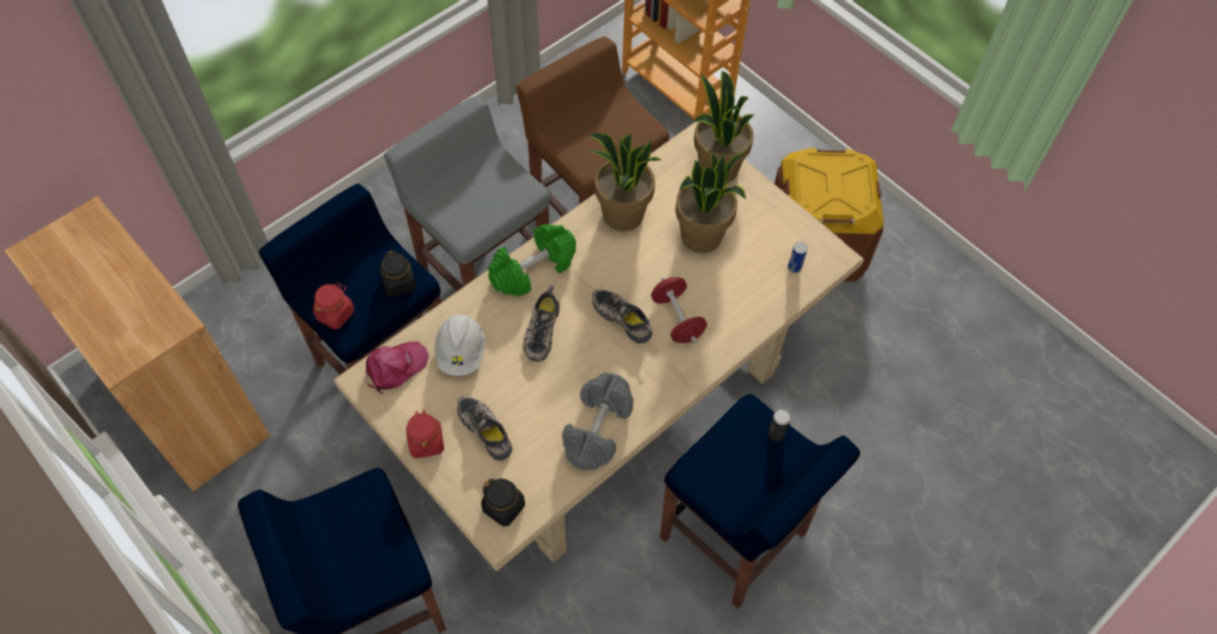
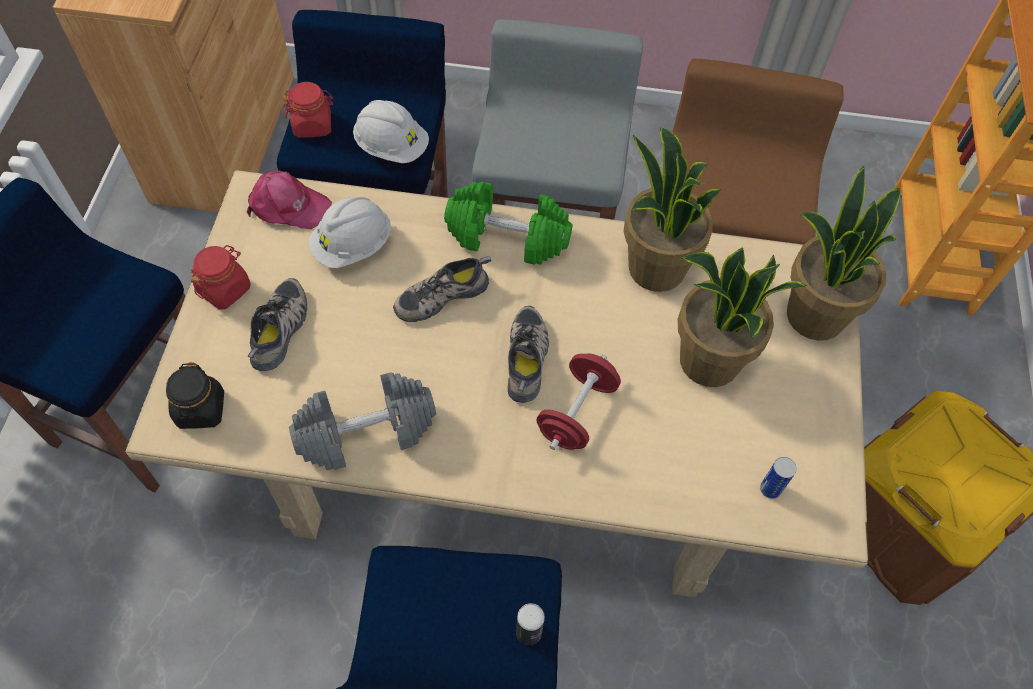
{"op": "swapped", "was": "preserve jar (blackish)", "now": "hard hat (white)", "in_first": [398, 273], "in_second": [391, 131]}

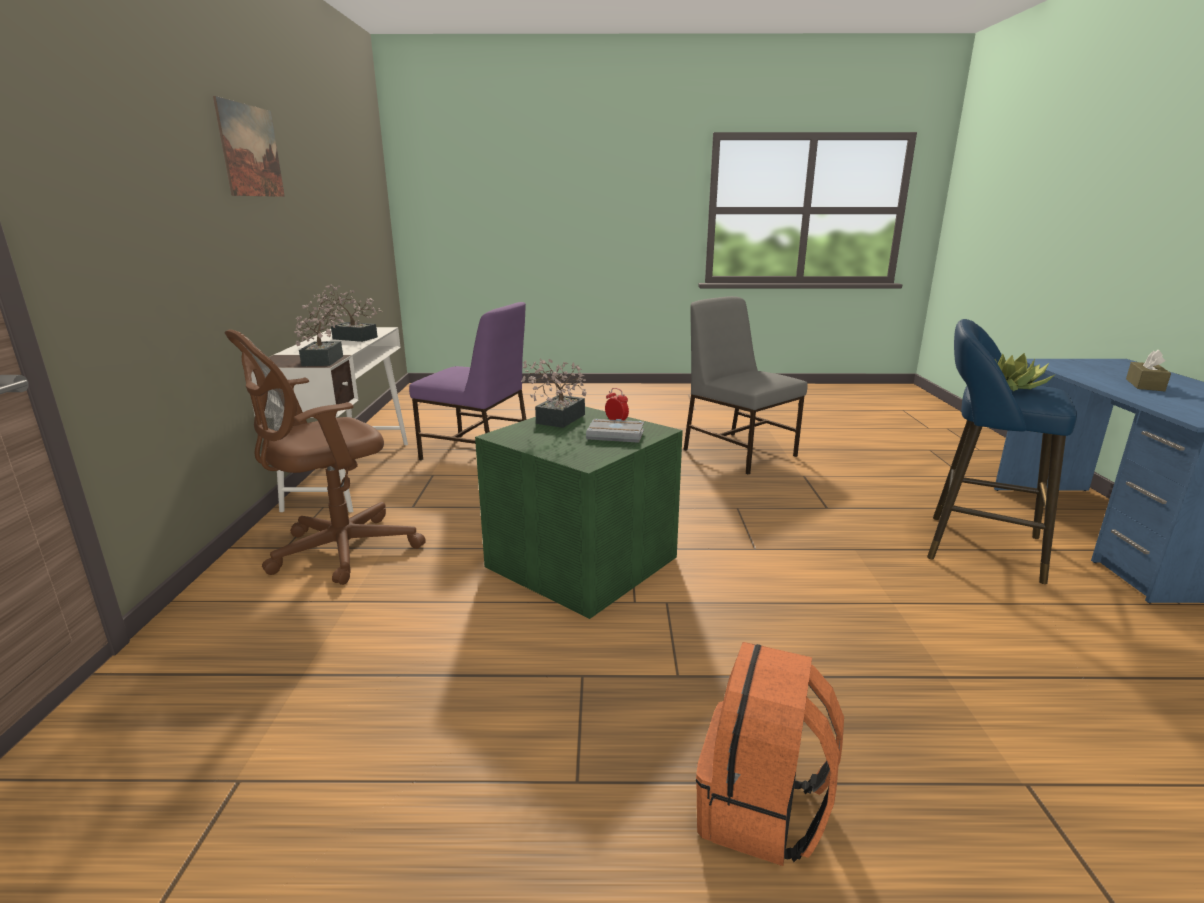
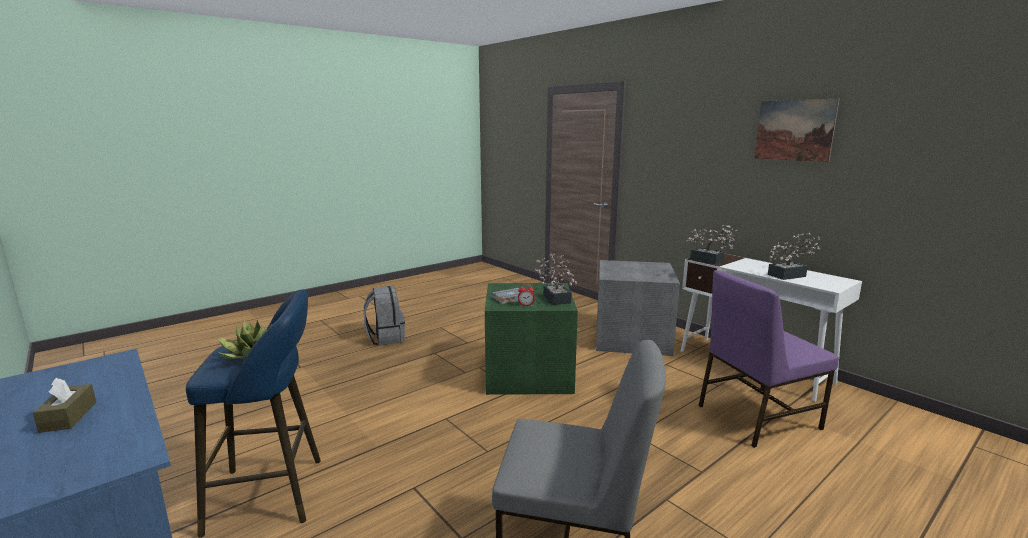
{"op": "swapped", "was": "office chair (brownish)", "now": "storage bin (gray)", "in_first": [325, 457], "in_second": [638, 308]}
{"op": "repainted", "was": "knapsack (orangey)", "now": "knapsack (gray)", "in_first": [770, 754], "in_second": [384, 316]}

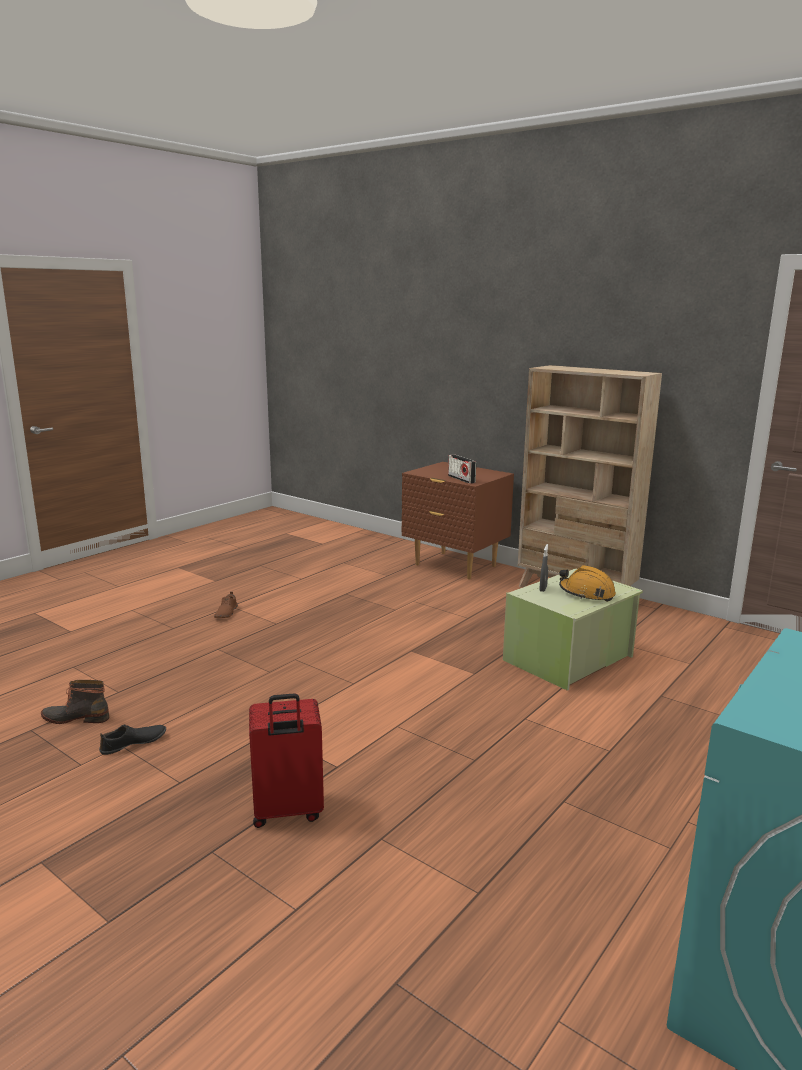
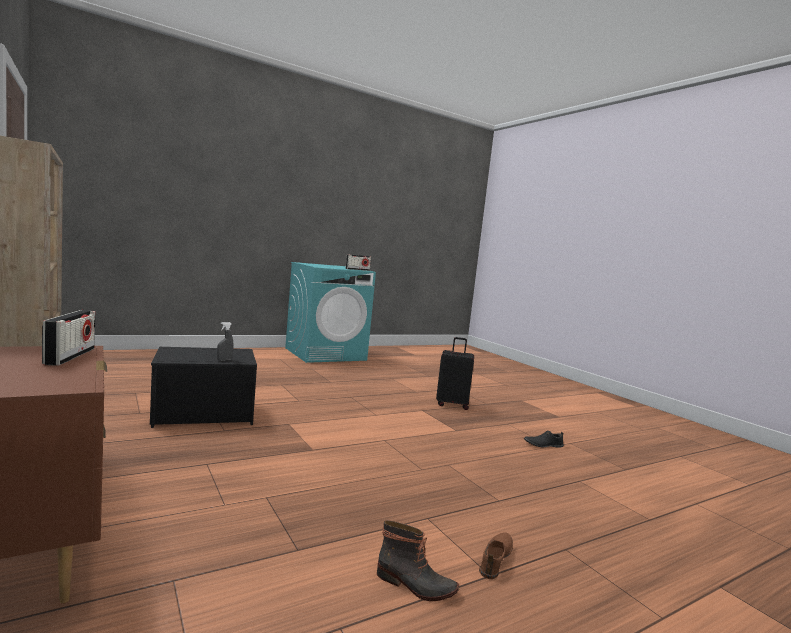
{"op": "gone", "was": "hard hat (orangey)", "in_first": [587, 583]}
{"op": "new", "now": "radio set", "in_second": [358, 262]}
{"op": "shifted", "was": "tall boot", "in_first": [75, 702], "in_second": [418, 560]}
{"op": "repainted", "was": "travel case (red)", "now": "travel case (blackish)", "in_first": [286, 760], "in_second": [455, 373]}
{"op": "repainted", "was": "storage bin (green)", "now": "storage bin (blackish)", "in_first": [573, 630], "in_second": [203, 387]}

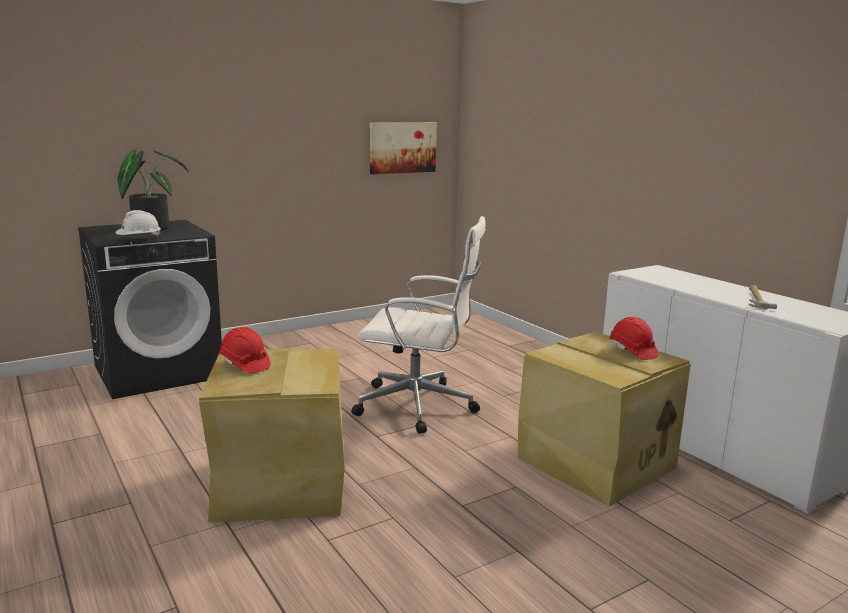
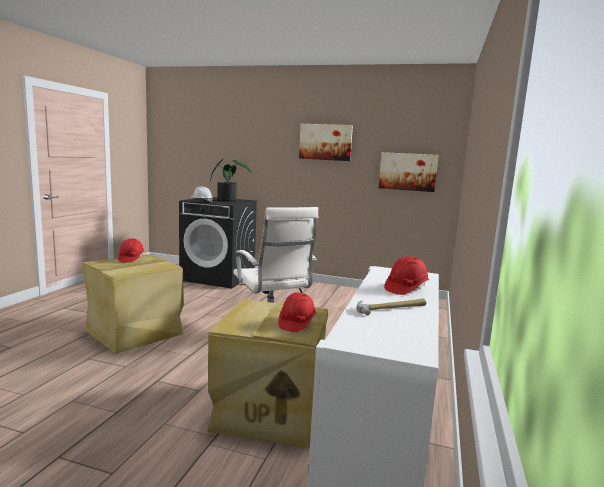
{"op": "new", "now": "wall art", "in_second": [326, 142]}
{"op": "new", "now": "hard hat (red)", "in_second": [406, 275]}

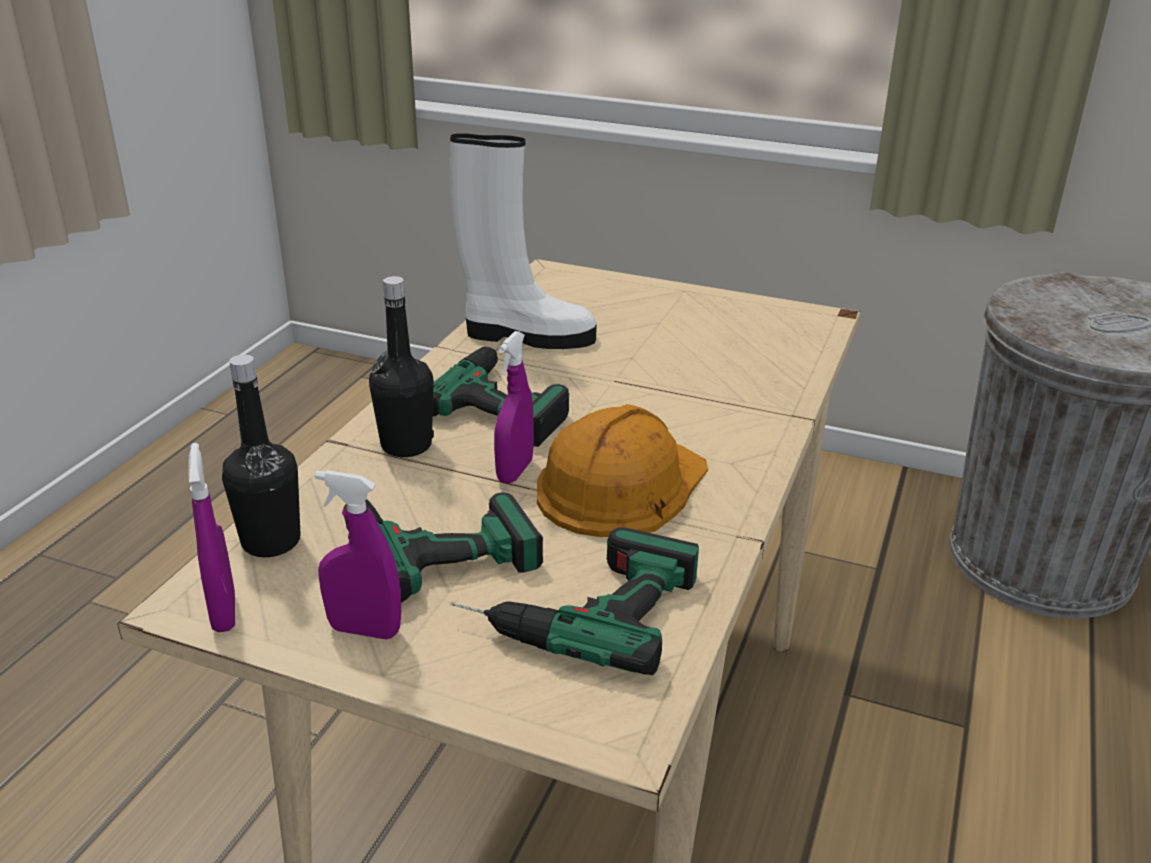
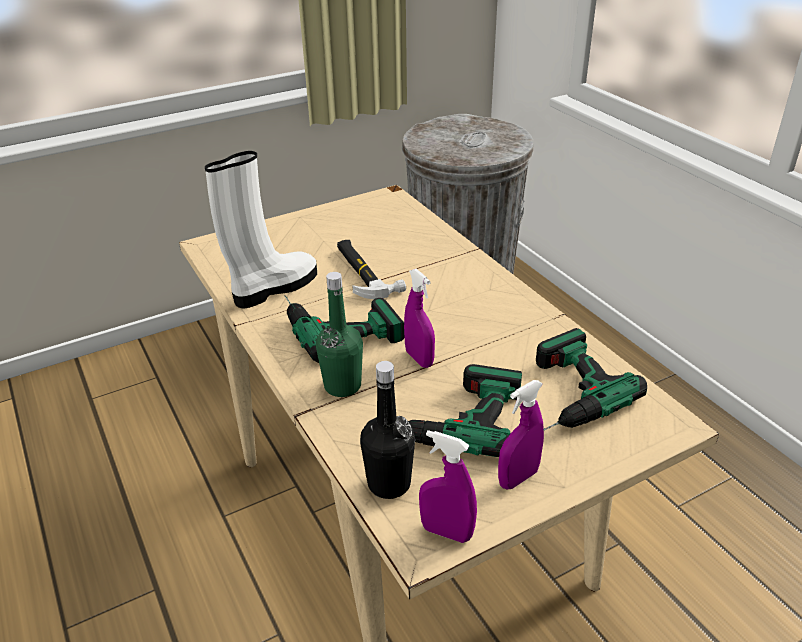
{"op": "gone", "was": "hard hat (orangey)", "in_first": [622, 470]}
{"op": "new", "now": "tool hammer", "in_second": [371, 269]}
{"op": "repainted", "was": "bottle (blackish)", "now": "bottle (green)", "in_first": [401, 366], "in_second": [339, 334]}

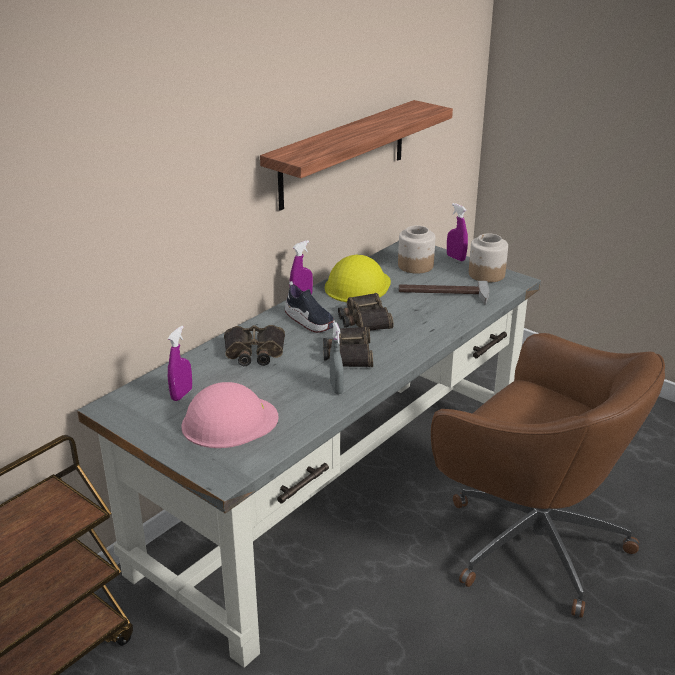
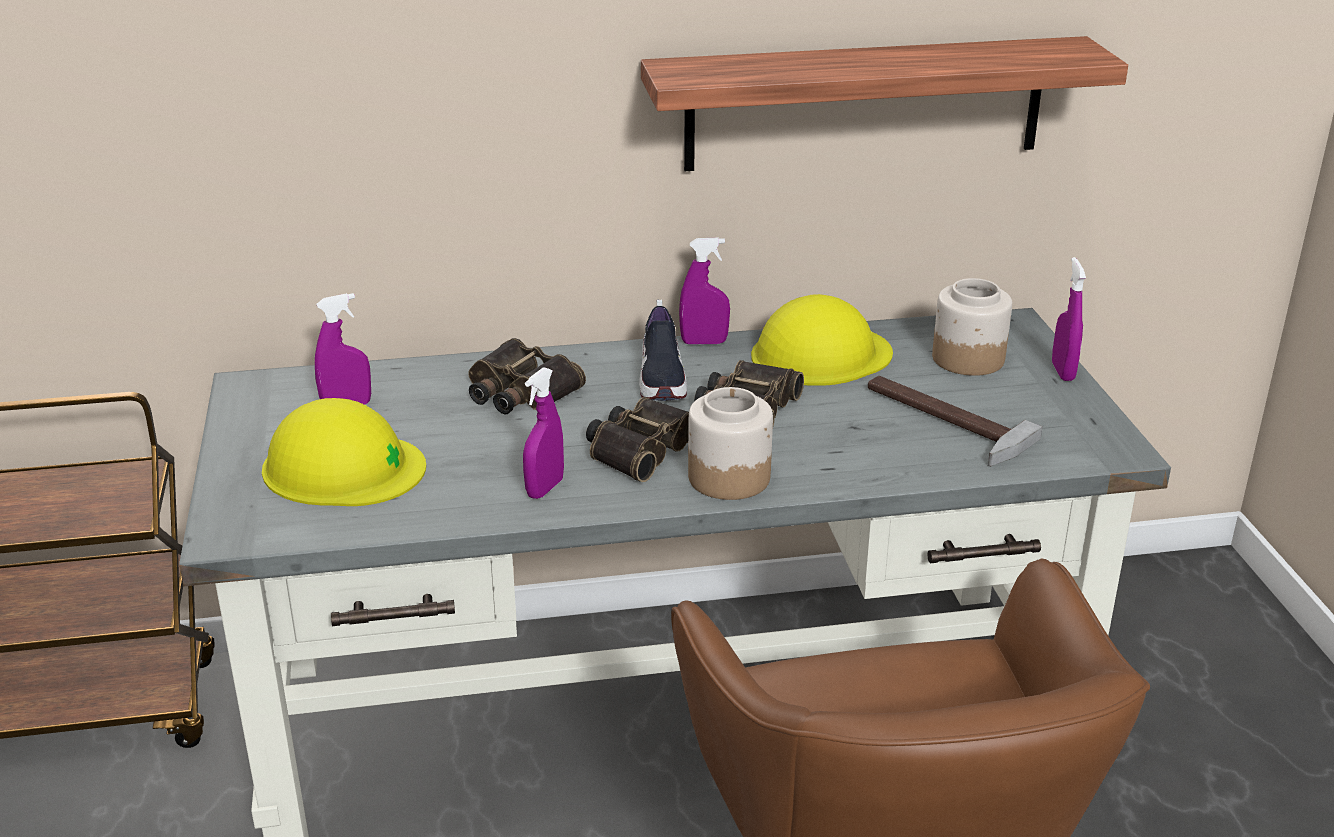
{"op": "shifted", "was": "preserve jar", "in_first": [488, 257], "in_second": [730, 443]}
{"op": "repainted", "was": "hard hat (pink-coloured)", "now": "hard hat (yellow-coloured)", "in_first": [229, 415], "in_second": [344, 452]}
{"op": "repainted", "was": "sprayer (gray)", "now": "sprayer (purple)", "in_first": [337, 358], "in_second": [543, 433]}

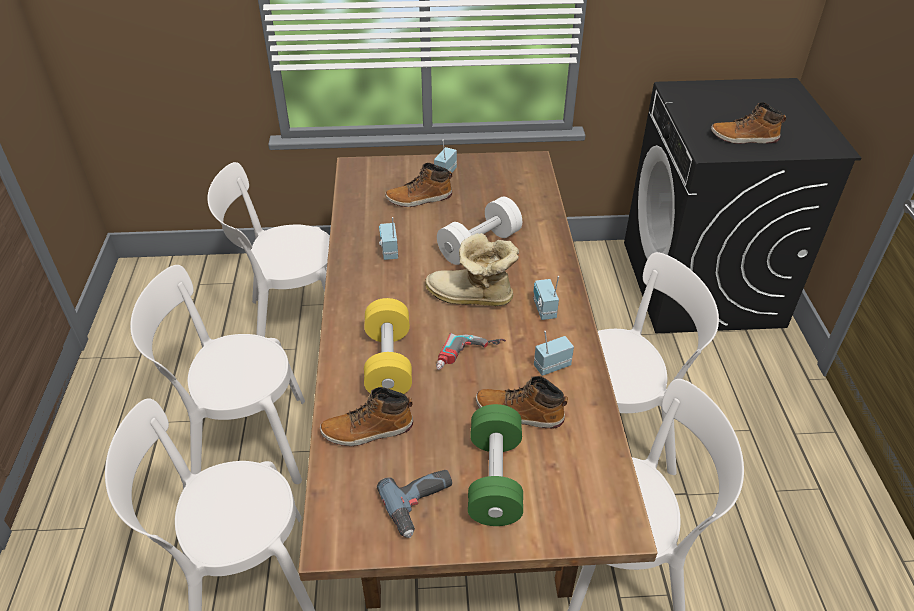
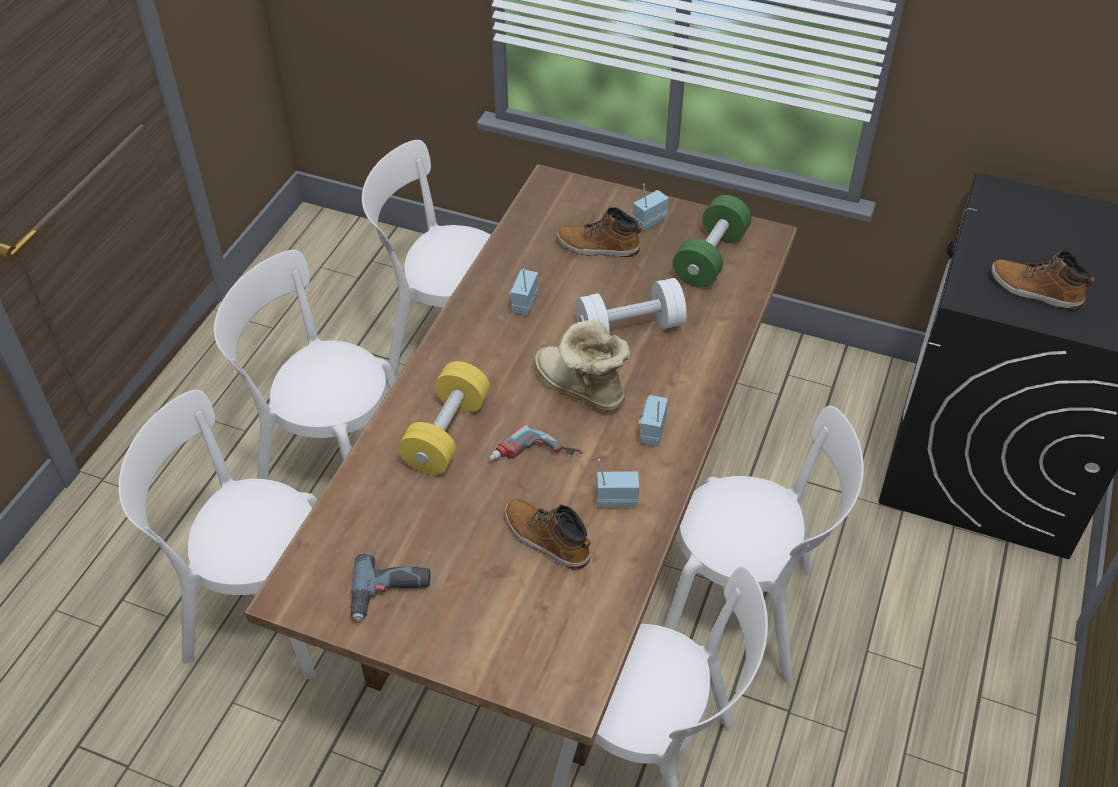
{"op": "gone", "was": "tall boot", "in_first": [366, 416]}
{"op": "shifted", "was": "dumbbell (green)", "in_first": [495, 465], "in_second": [712, 241]}

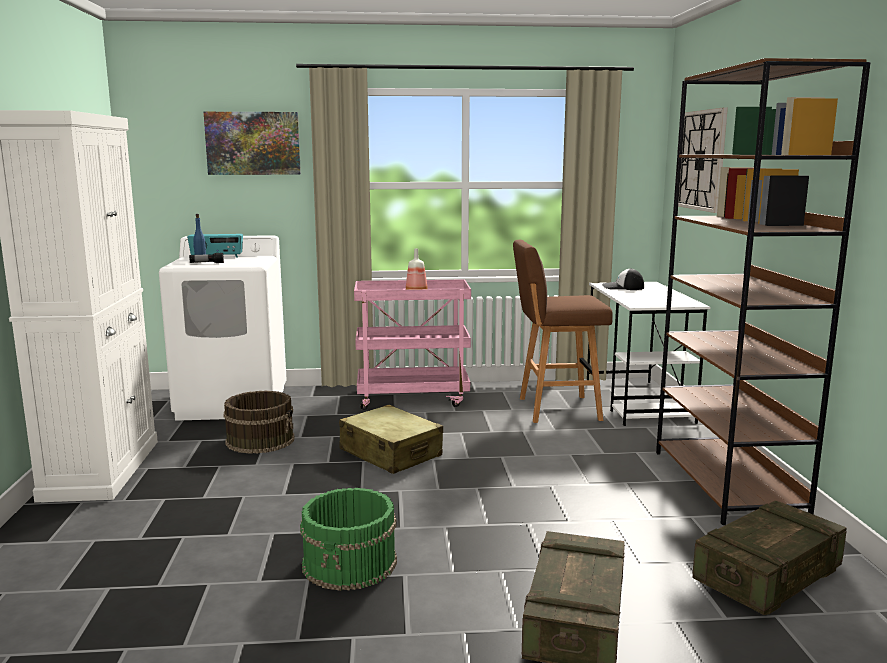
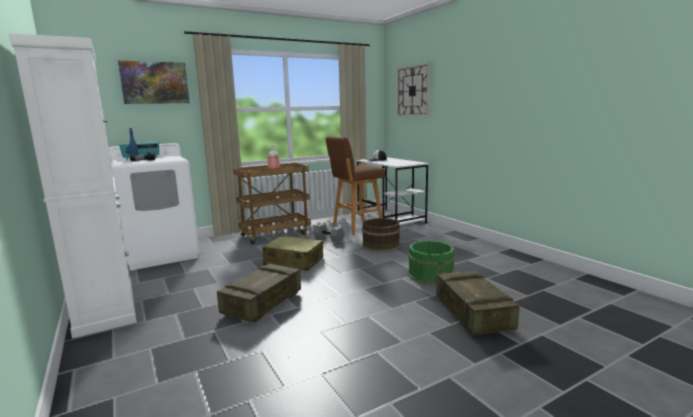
{"op": "gone", "was": "bookcase (brownish)", "in_first": [763, 291]}
{"op": "new", "now": "dumbbell (gray)", "in_second": [329, 233]}
{"op": "shifted", "was": "bucket (brownish)", "in_first": [259, 422], "in_second": [381, 235]}
{"op": "shifted", "was": "bucket (green)", "in_first": [348, 539], "in_second": [431, 262]}
{"op": "shifted", "was": "crate", "in_first": [769, 557], "in_second": [259, 293]}
{"op": "repainted", "was": "trolley (pink-coloured)", "now": "trolley (brownish)", "in_first": [412, 344], "in_second": [272, 203]}

